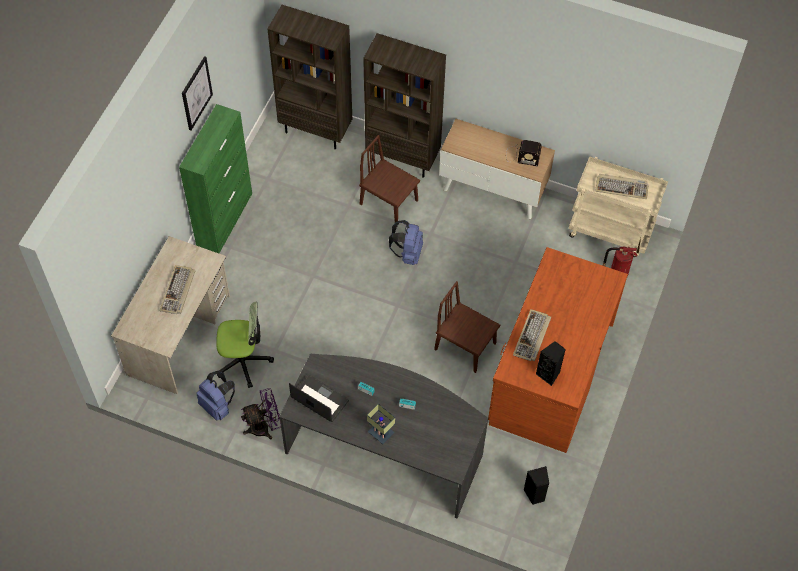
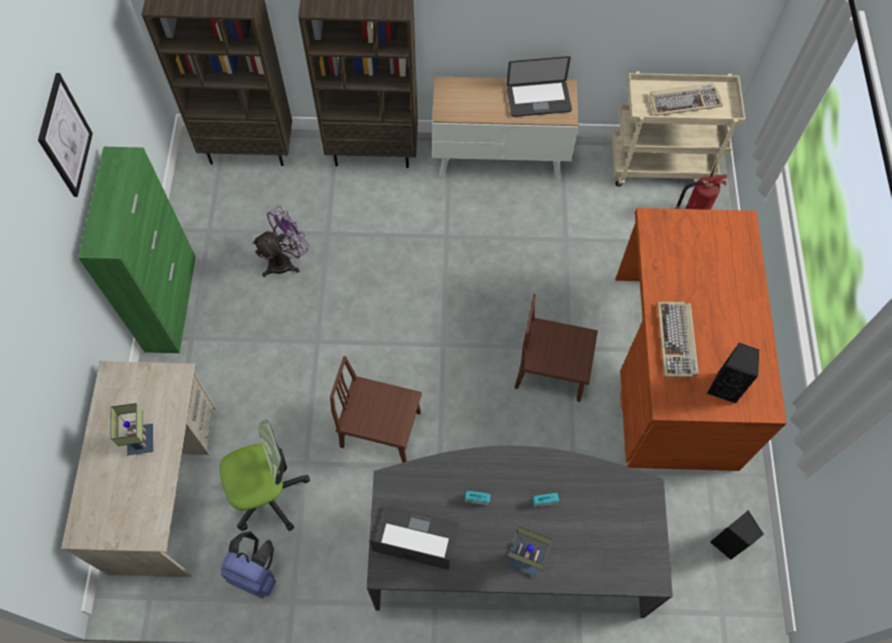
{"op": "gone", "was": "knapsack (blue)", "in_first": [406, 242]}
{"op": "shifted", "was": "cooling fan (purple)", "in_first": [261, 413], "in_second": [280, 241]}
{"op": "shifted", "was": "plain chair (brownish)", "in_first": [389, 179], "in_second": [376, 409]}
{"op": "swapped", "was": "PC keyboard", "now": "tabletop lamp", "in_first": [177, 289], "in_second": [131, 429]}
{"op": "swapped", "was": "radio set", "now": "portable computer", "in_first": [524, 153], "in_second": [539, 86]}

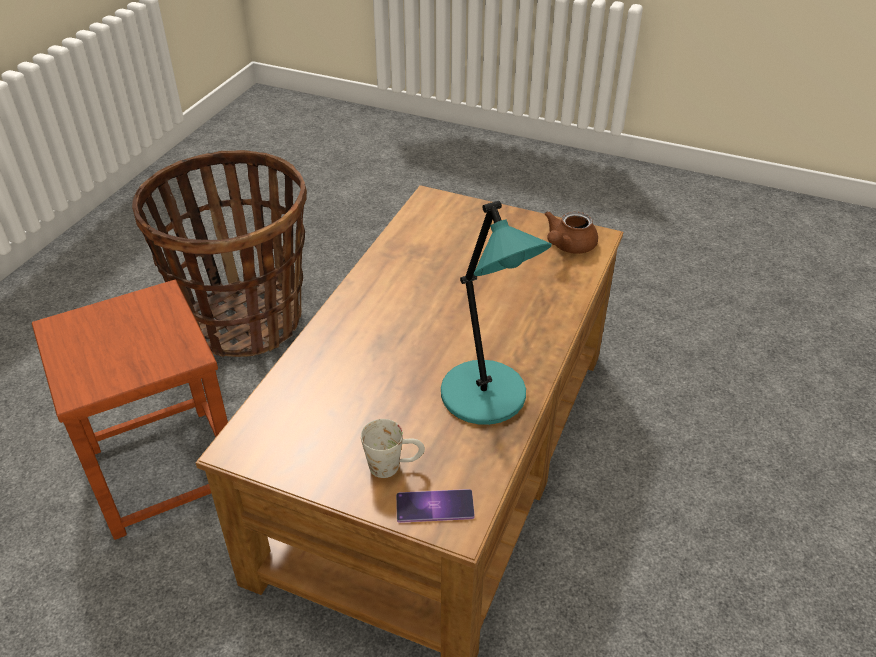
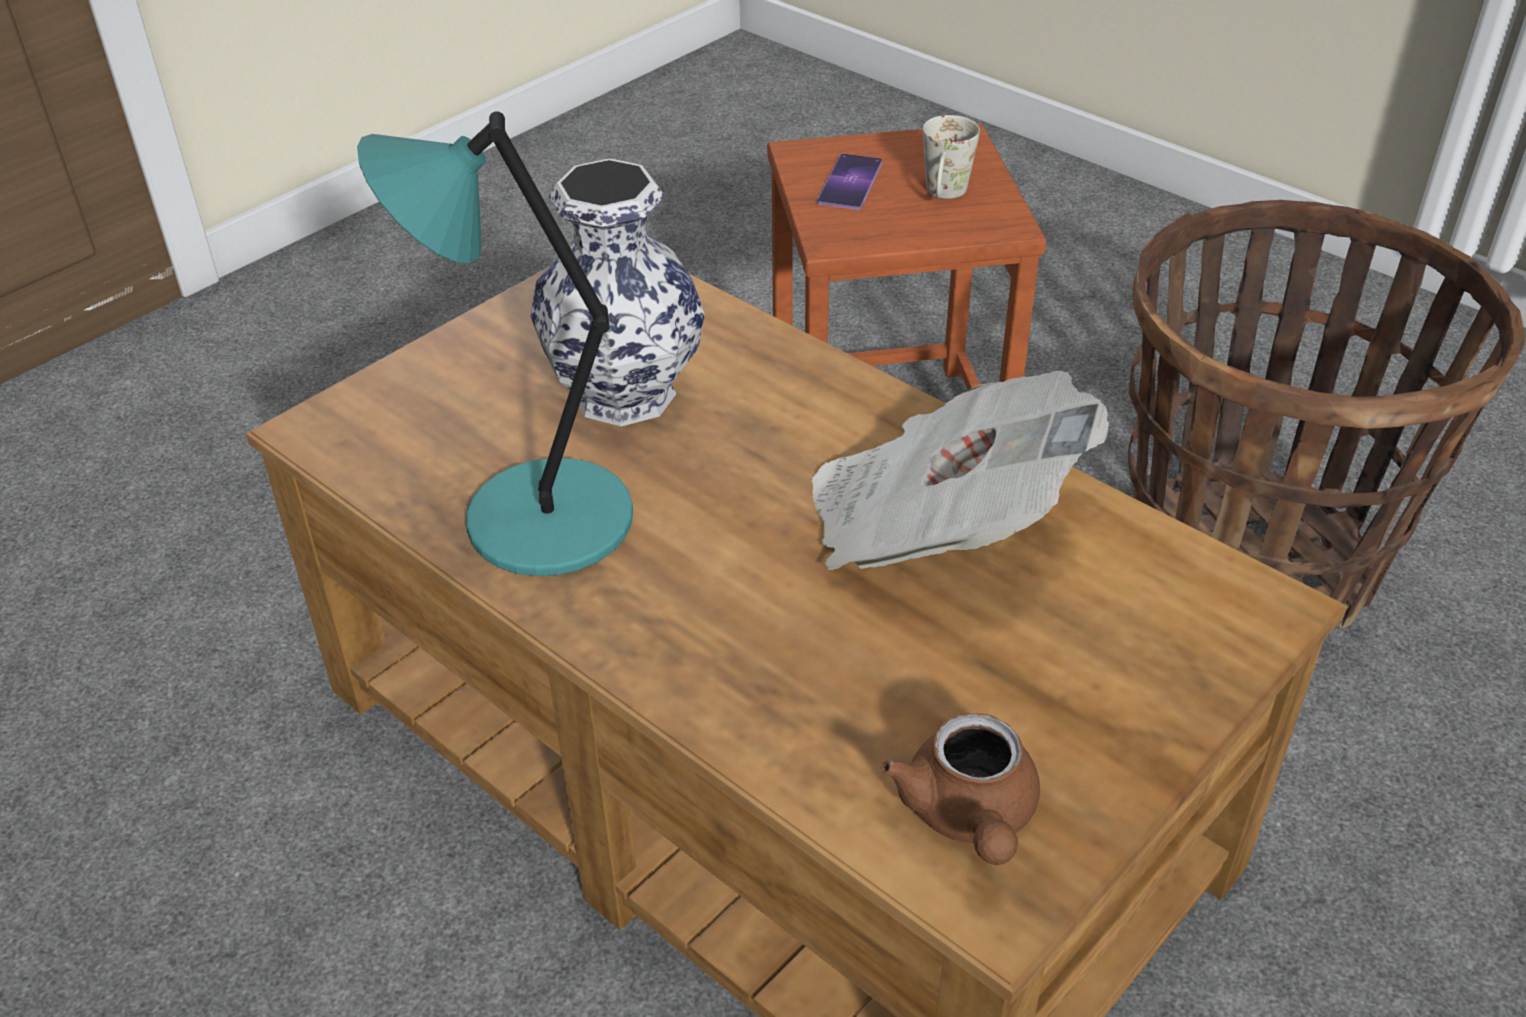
{"op": "new", "now": "vase", "in_second": [617, 292]}
{"op": "new", "now": "daily paper", "in_second": [960, 470]}
{"op": "shifted", "was": "tea mug (white)", "in_first": [393, 448], "in_second": [951, 157]}
{"op": "shifted", "was": "telephone", "in_first": [435, 506], "in_second": [849, 182]}
{"op": "rotated", "was": "pot for tea (brownish)", "in_first": [571, 232], "in_second": [960, 789], "clockwise": -150}

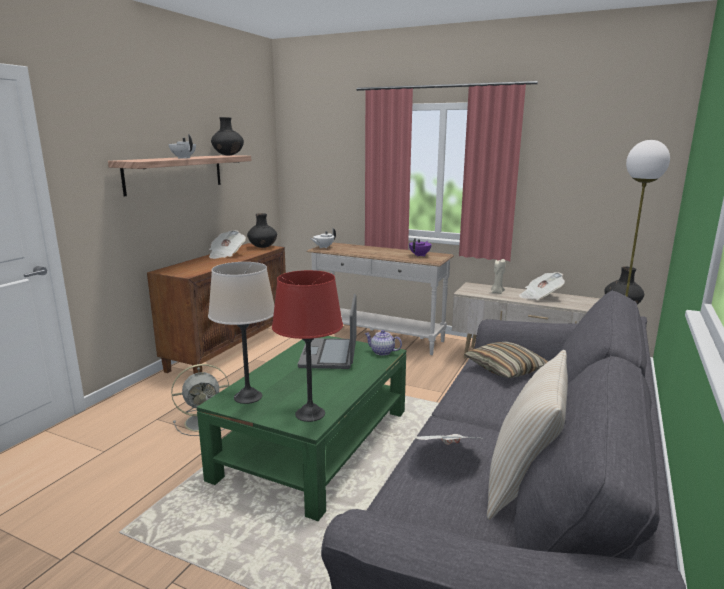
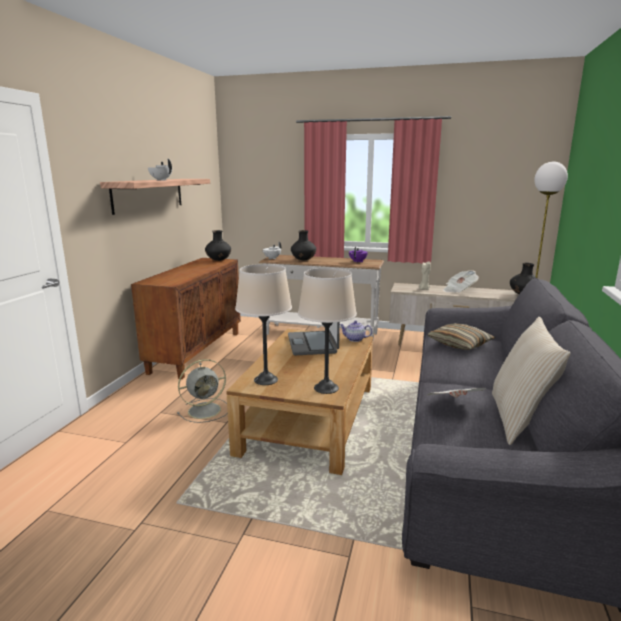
{"op": "gone", "was": "daily paper", "in_first": [227, 244]}
{"op": "shifted", "was": "vase (blackish)", "in_first": [227, 136], "in_second": [303, 245]}
{"op": "repainted", "was": "coffee table (green)", "now": "coffee table (brownish)", "in_first": [301, 428], "in_second": [299, 402]}
{"op": "repainted", "was": "tabletop lamp (red)", "now": "tabletop lamp (sand-coloured)", "in_first": [307, 346], "in_second": [327, 331]}

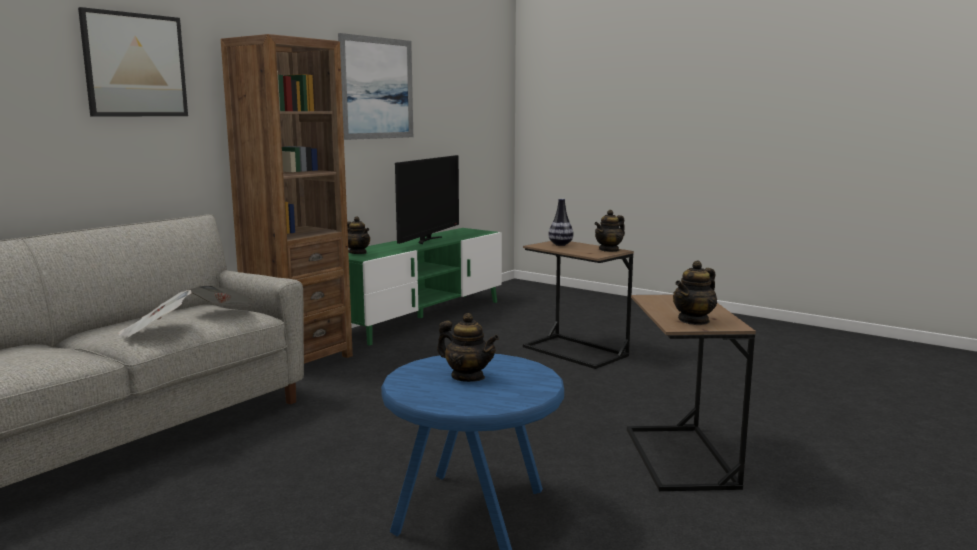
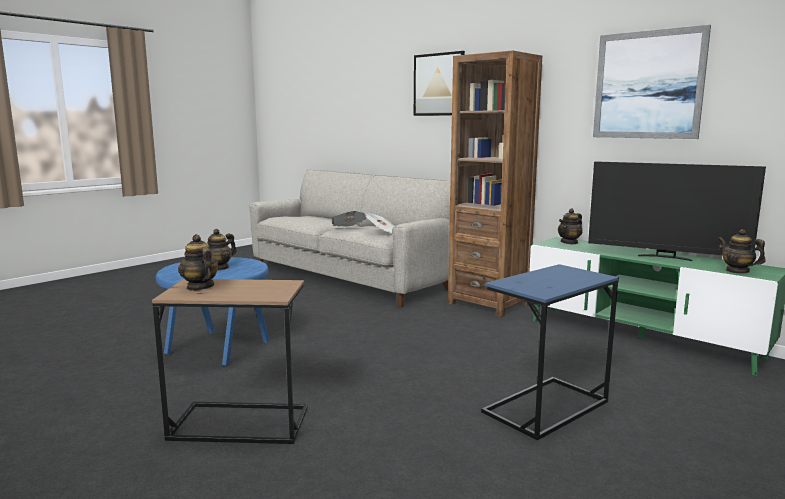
{"op": "gone", "was": "vase", "in_first": [561, 222]}
{"op": "shifted", "was": "pot for tea", "in_first": [609, 231], "in_second": [742, 251]}
{"op": "repainted", "was": "end table (brownish)", "now": "end table (blue)", "in_first": [578, 305], "in_second": [550, 352]}

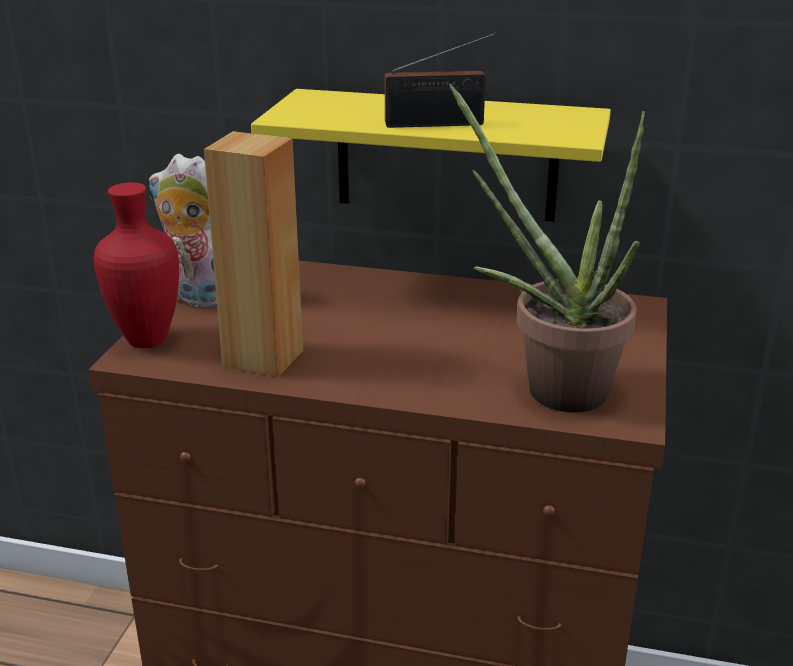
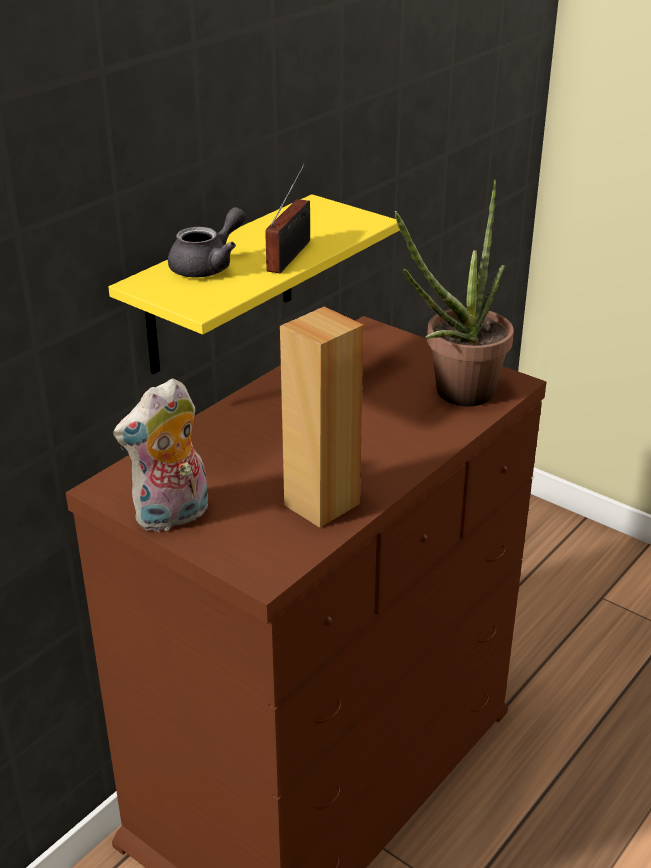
{"op": "gone", "was": "vase (red)", "in_first": [136, 265]}
{"op": "new", "now": "pot for tea (gray)", "in_second": [207, 242]}

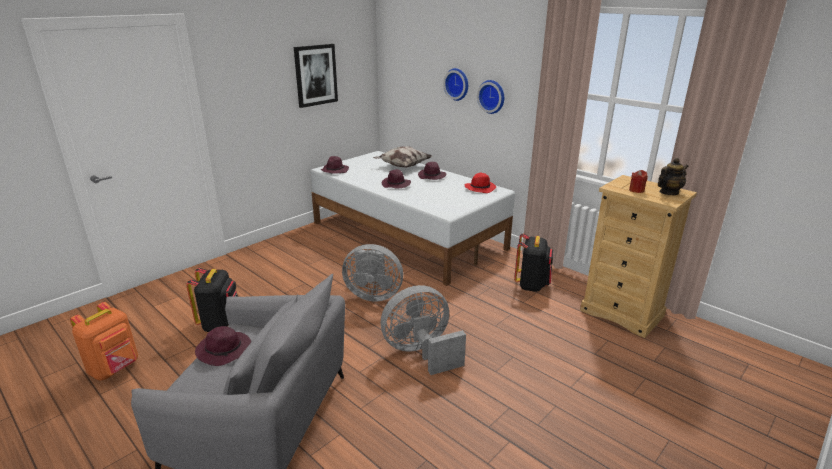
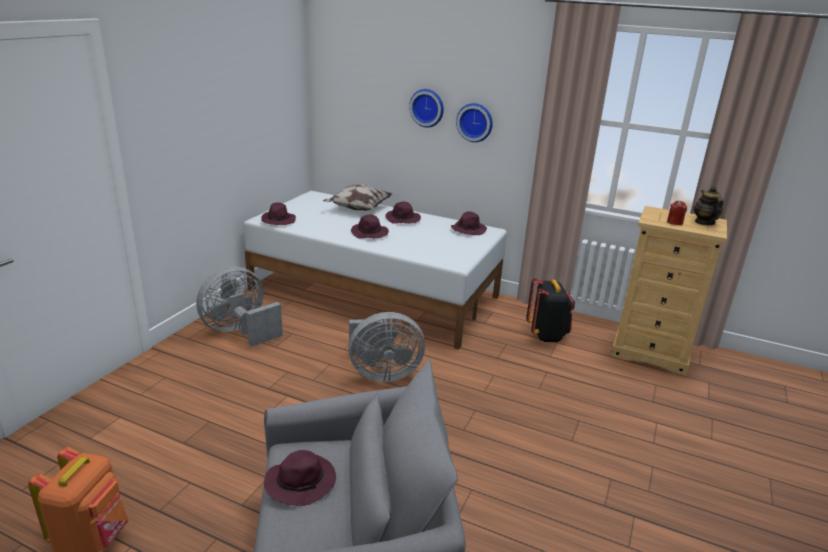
{"op": "gone", "was": "knapsack (blackish)", "in_first": [212, 300]}
{"op": "gone", "was": "wall art", "in_first": [316, 76]}
{"op": "shifted", "was": "cooling fan (gray)", "in_first": [423, 330], "in_second": [239, 306]}
{"op": "repainted", "was": "clothing hat (red)", "now": "clothing hat (purple)", "in_first": [480, 183], "in_second": [469, 223]}
{"op": "rotated", "was": "pot for tea", "in_first": [673, 176], "in_second": [708, 205], "clockwise": -45}

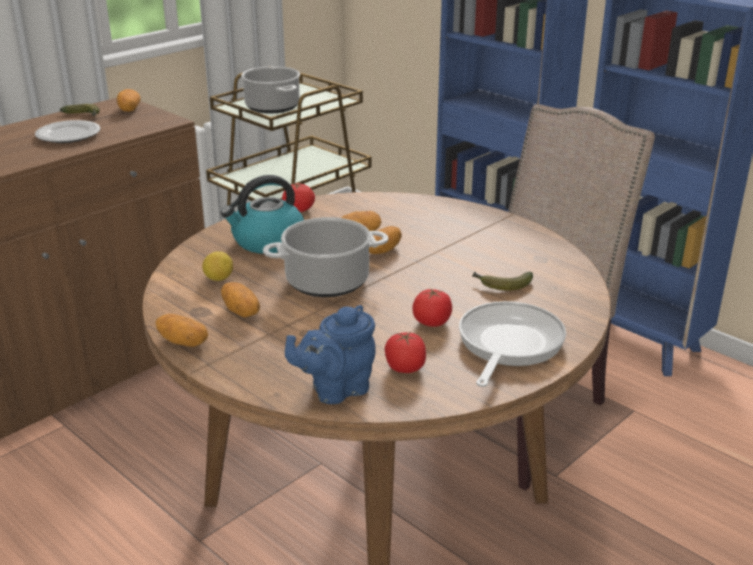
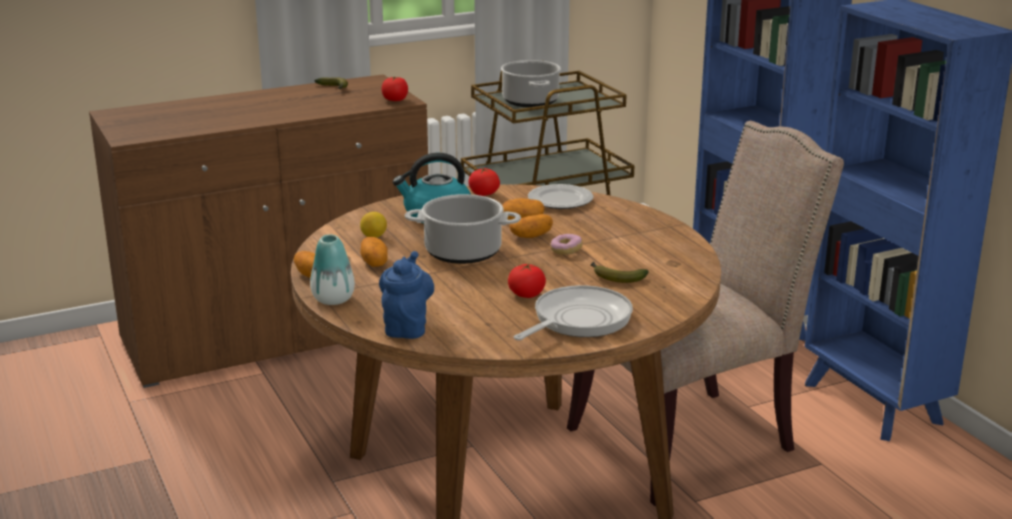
{"op": "gone", "was": "spud", "in_first": [129, 100]}
{"op": "new", "now": "vase", "in_second": [332, 269]}
{"op": "new", "now": "doughnut", "in_second": [566, 244]}
{"op": "shifted", "was": "dinner plate", "in_first": [67, 131], "in_second": [561, 196]}
{"op": "shifted", "was": "fresh tomato", "in_first": [405, 352], "in_second": [395, 89]}
{"op": "rotated", "was": "pot for tea (blue)", "in_first": [330, 354], "in_second": [406, 295], "clockwise": 105}

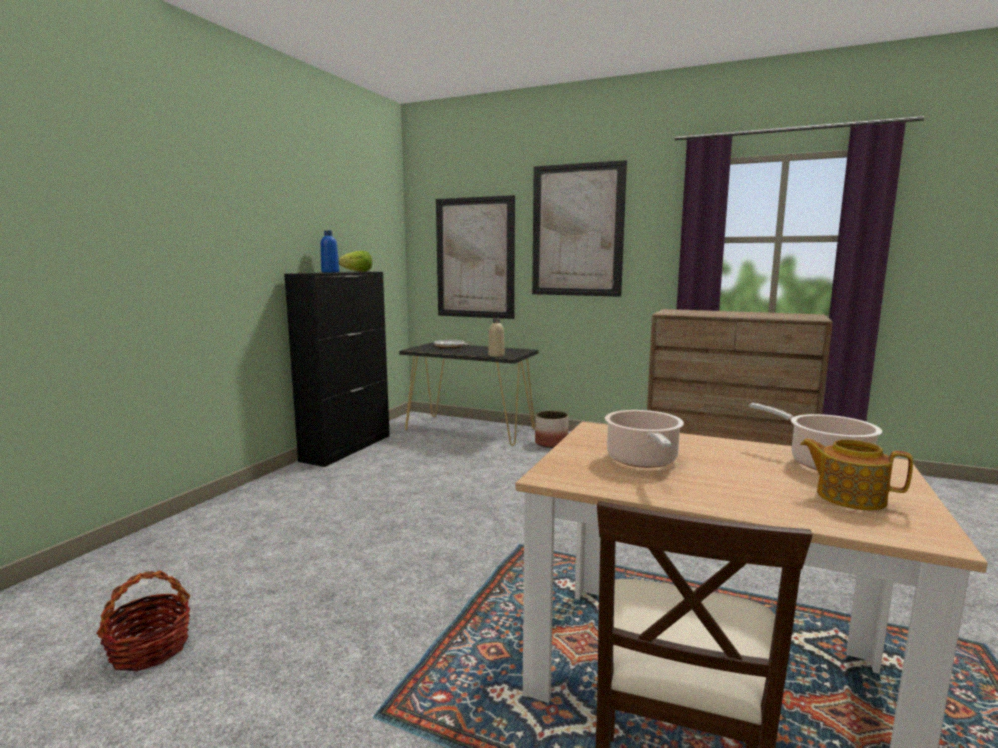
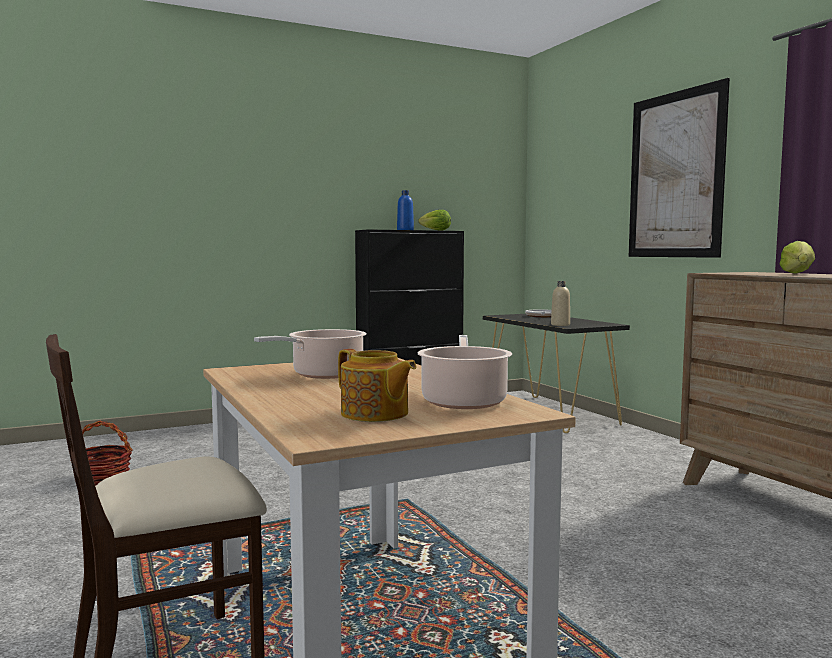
{"op": "gone", "was": "wall art", "in_first": [475, 257]}
{"op": "gone", "was": "planter", "in_first": [552, 429]}
{"op": "new", "now": "lettuce", "in_second": [797, 257]}
{"op": "rotated", "was": "pot for tea", "in_first": [856, 474], "in_second": [377, 385], "clockwise": 150}

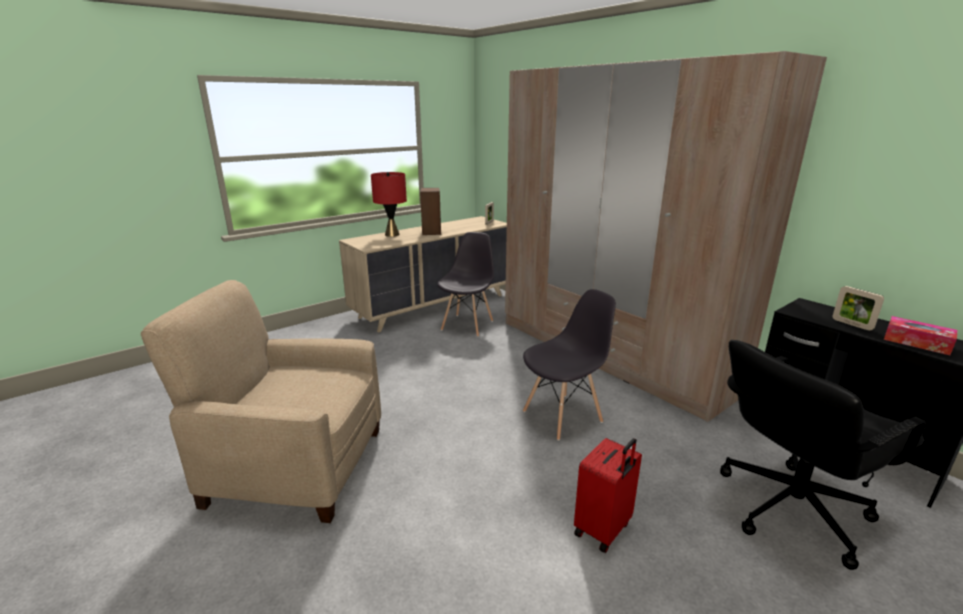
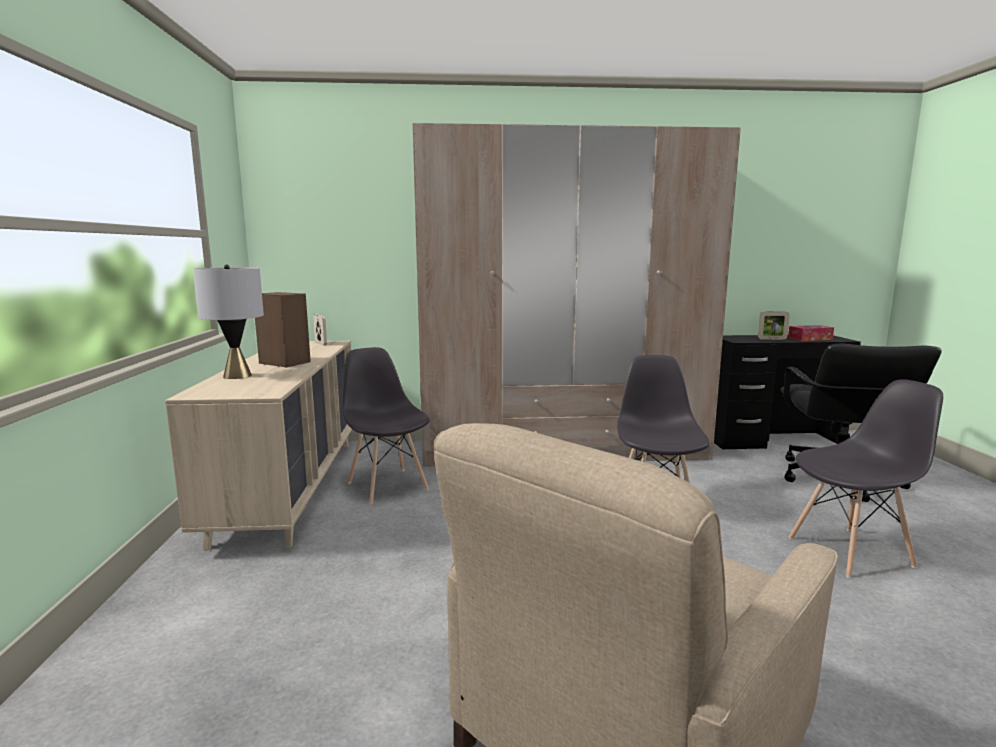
{"op": "swapped", "was": "travel case (red)", "now": "plain chair (gray)", "in_first": [608, 495], "in_second": [866, 478]}
{"op": "repainted", "was": "tabletop lamp (red)", "now": "tabletop lamp (gray)", "in_first": [389, 204], "in_second": [228, 321]}

